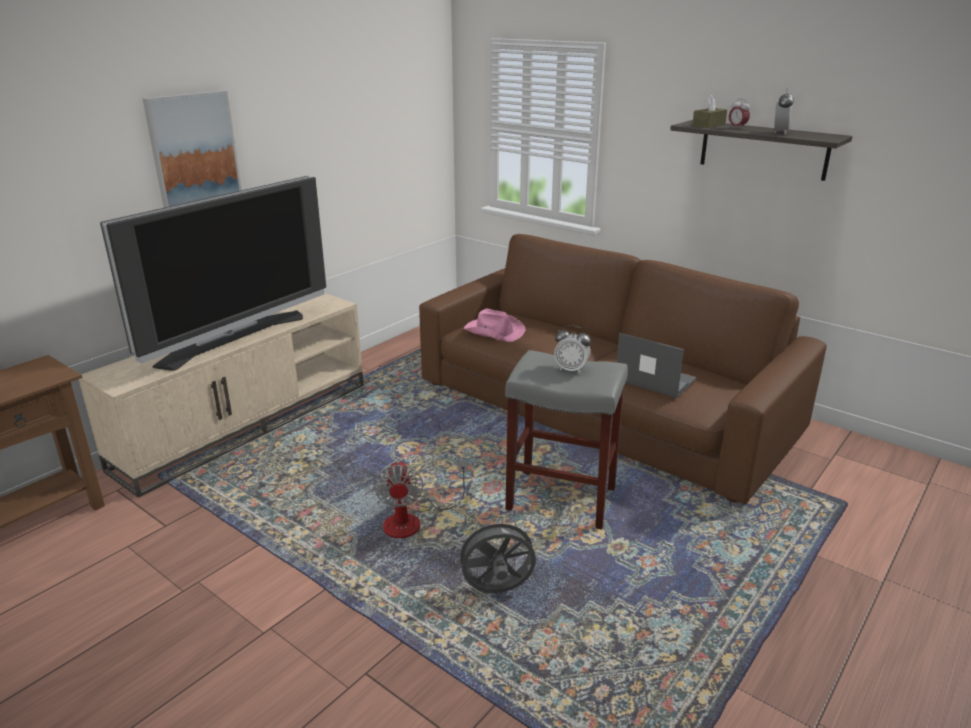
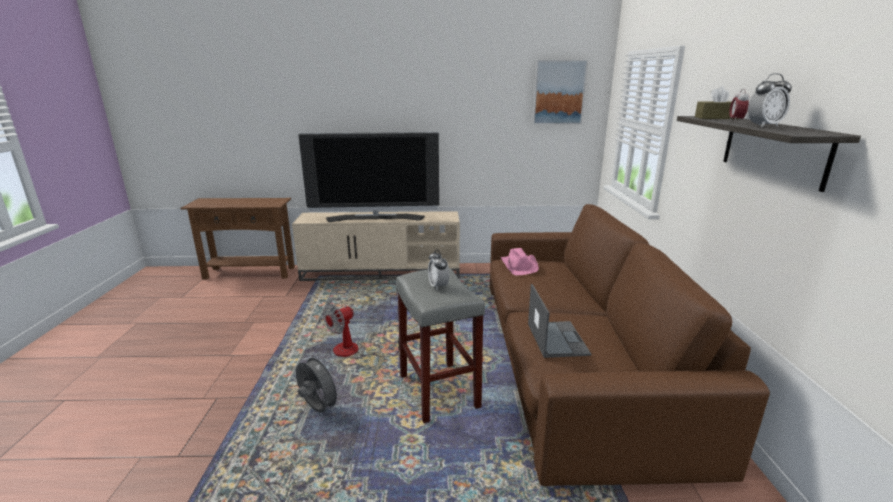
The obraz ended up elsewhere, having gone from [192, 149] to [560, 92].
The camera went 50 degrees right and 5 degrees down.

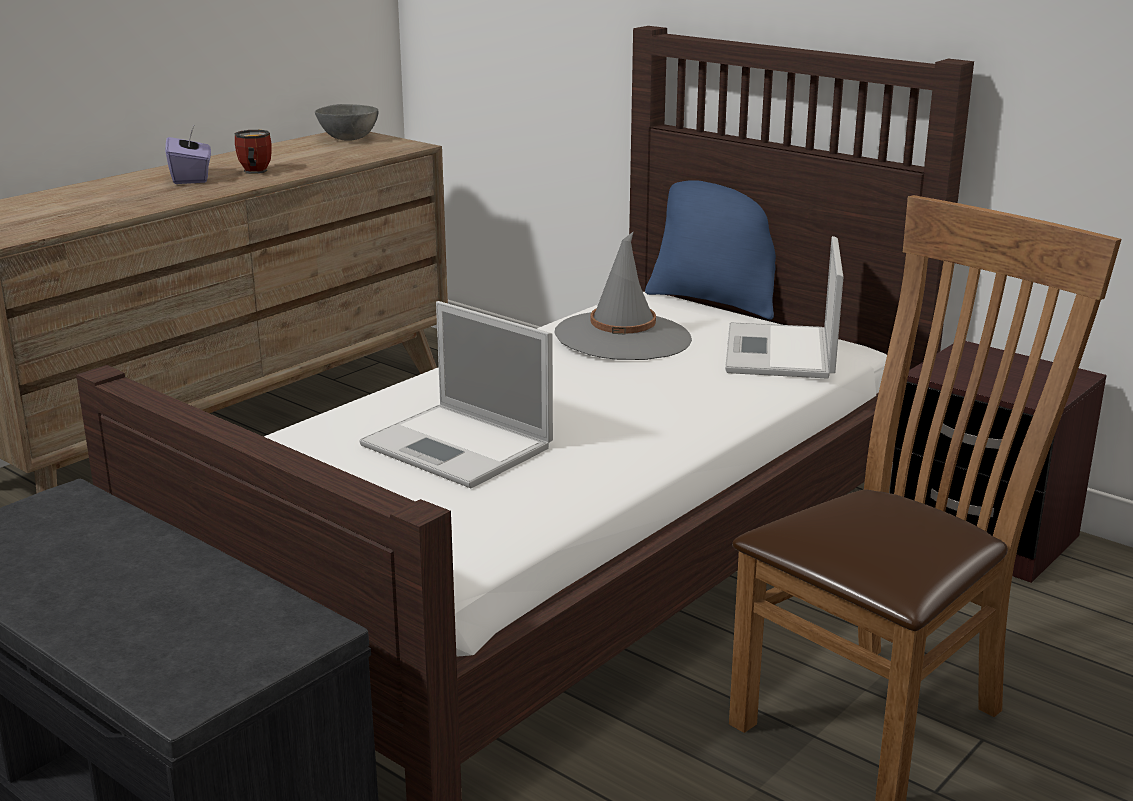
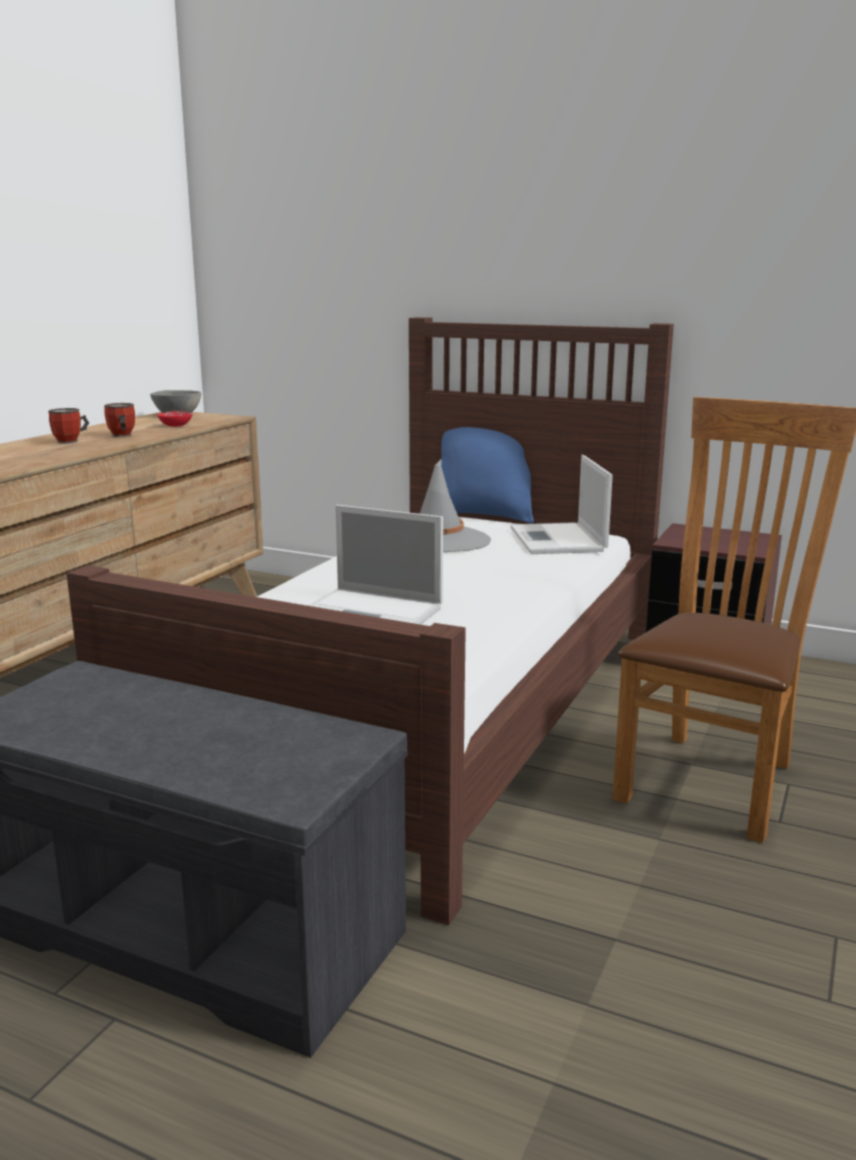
Where the pudełko chusteczek (fioletowy) stood at [188, 154], the kubek came to stand at [68, 426].
The second view gained the miska (czerwony) at [175, 419].
The camera went 15 degrees left and 5 degrees down.

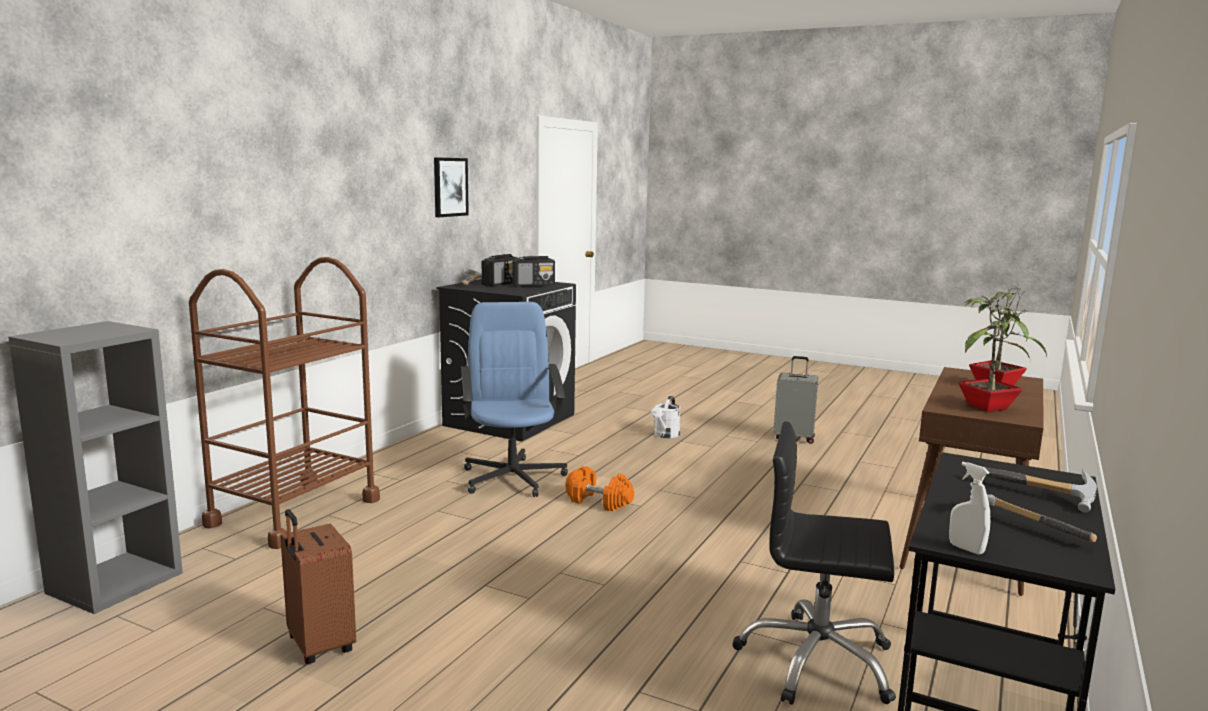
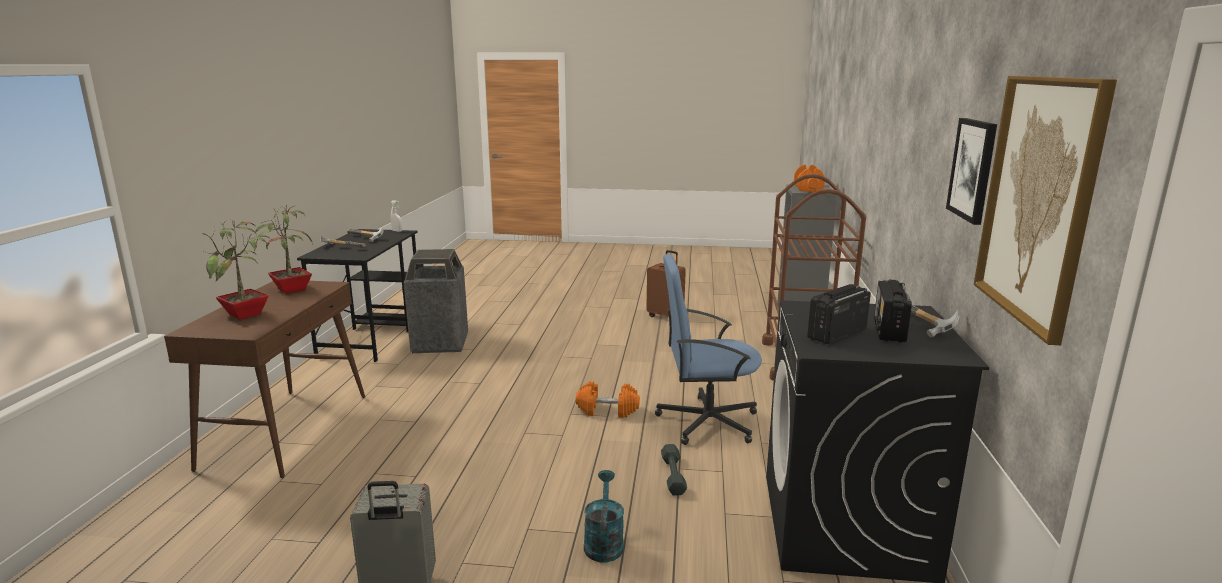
The krzesło biurowe (niebieski) at [514, 399] ended up facing another way, 120 degrees clockwise from before.
What was the konewka (biały) at [665, 417] turned into the konewka (turkusowy) at [604, 516].
Where the krzesło biurowe (czarny) stood at [814, 563], the kosz na śmieci came to stand at [436, 301].
The second view gained the obraz at [1045, 210].
The second view gained the hantel (pomarańczowy) at [809, 178].
The second view gained the hantel (szary) at [674, 469].
The camera went 160 degrees right and 5 degrees up.

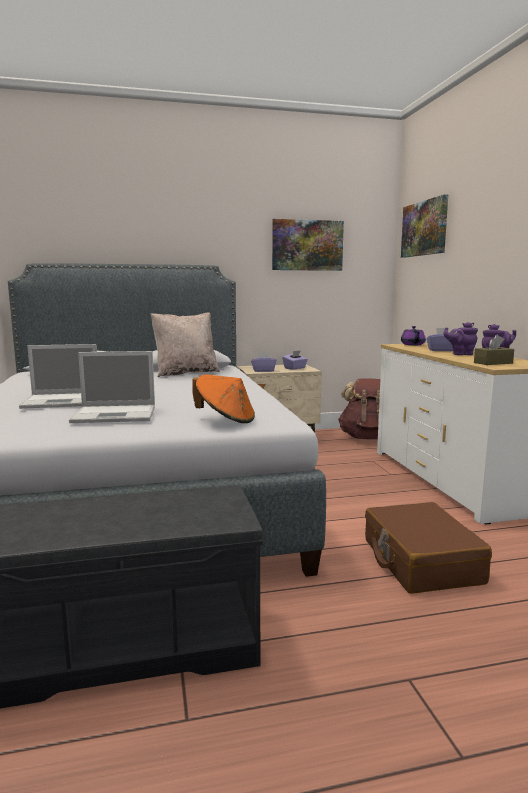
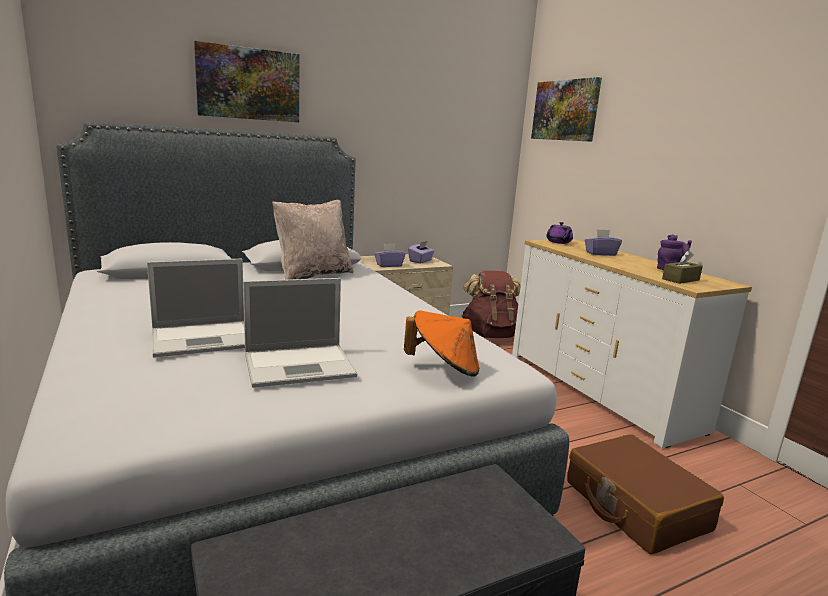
The obraz ended up elsewhere, having gone from [308, 245] to [246, 81].
The second view lost the imbryk (fioletowy) at [461, 338].
The camera went 15 degrees left and 5 degrees up.

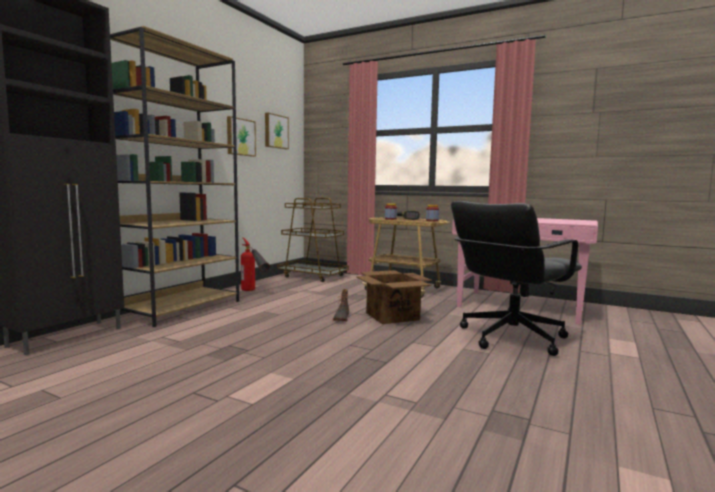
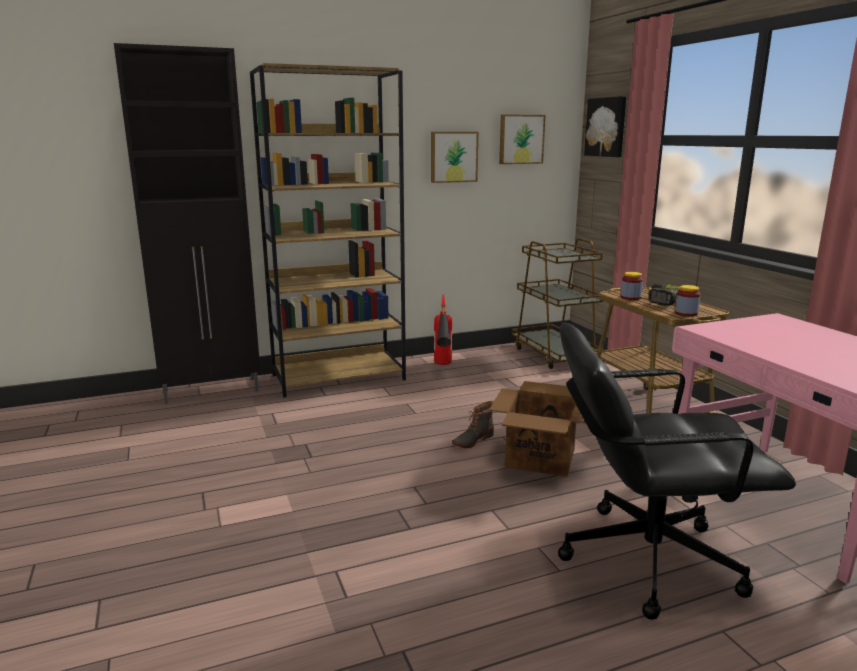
The second view gained the obraz at [605, 126].
The camera went 40 degrees right and 10 degrees up.

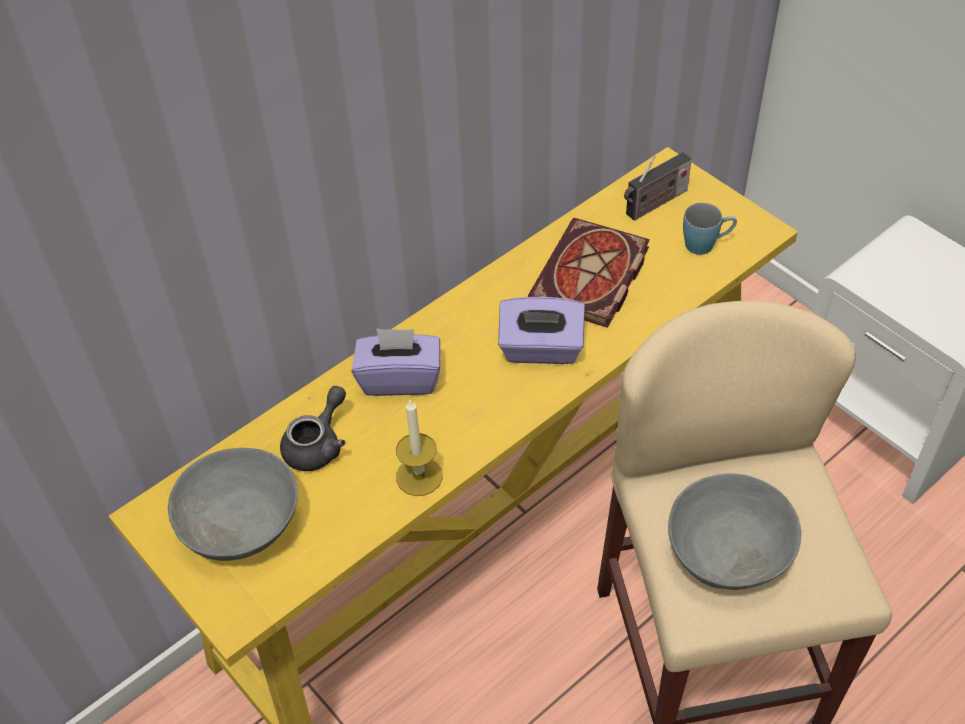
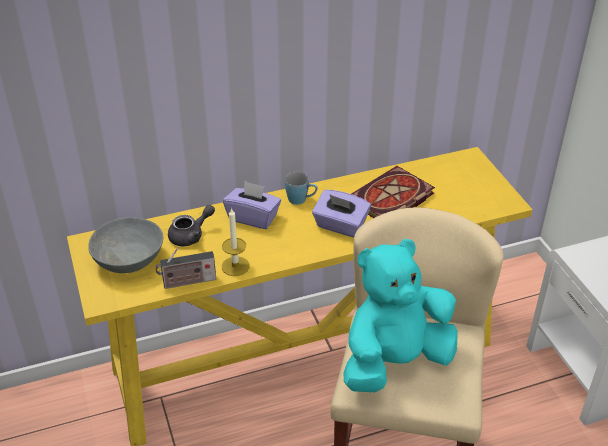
The radio ended up elsewhere, having gone from [658, 186] to [185, 268].
The kubek (niebieski) ended up elsewhere, having gone from [710, 229] to [301, 188].
Where the miska (szary) stood at [734, 531], the pluszak (turkusowy) came to stand at [401, 315].
The camera went 20 degrees right and 10 degrees down.

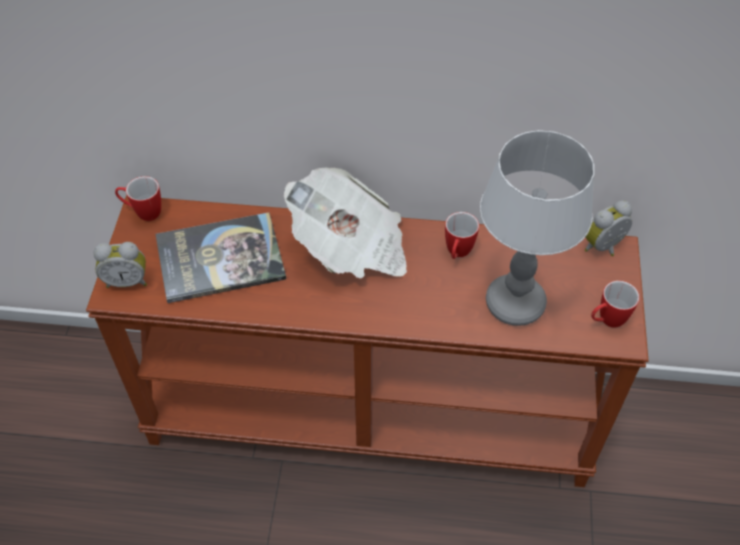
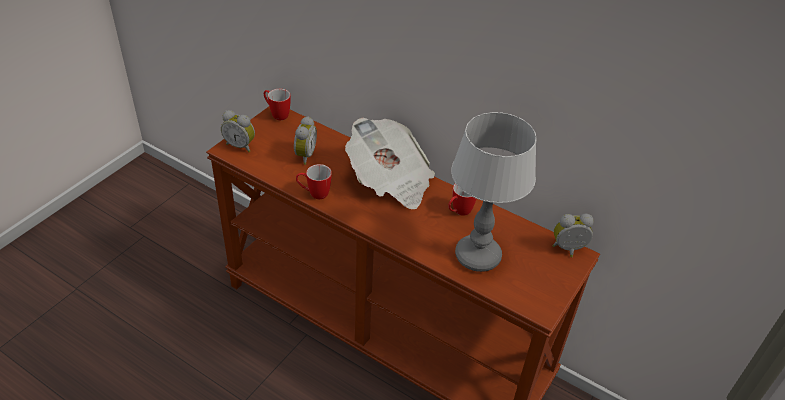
Where the książka stood at [220, 257], the budzik came to stand at [305, 140].
The kubek ended up elsewhere, having gone from [615, 304] to [314, 181].
The camera went 25 degrees right and 10 degrees down.

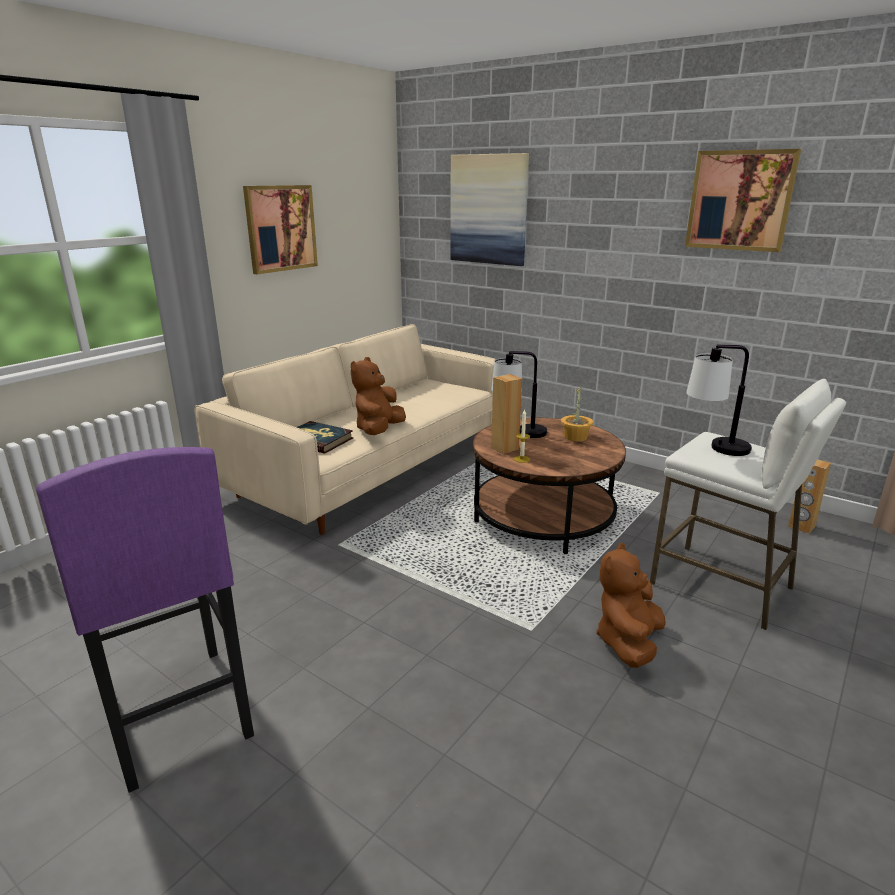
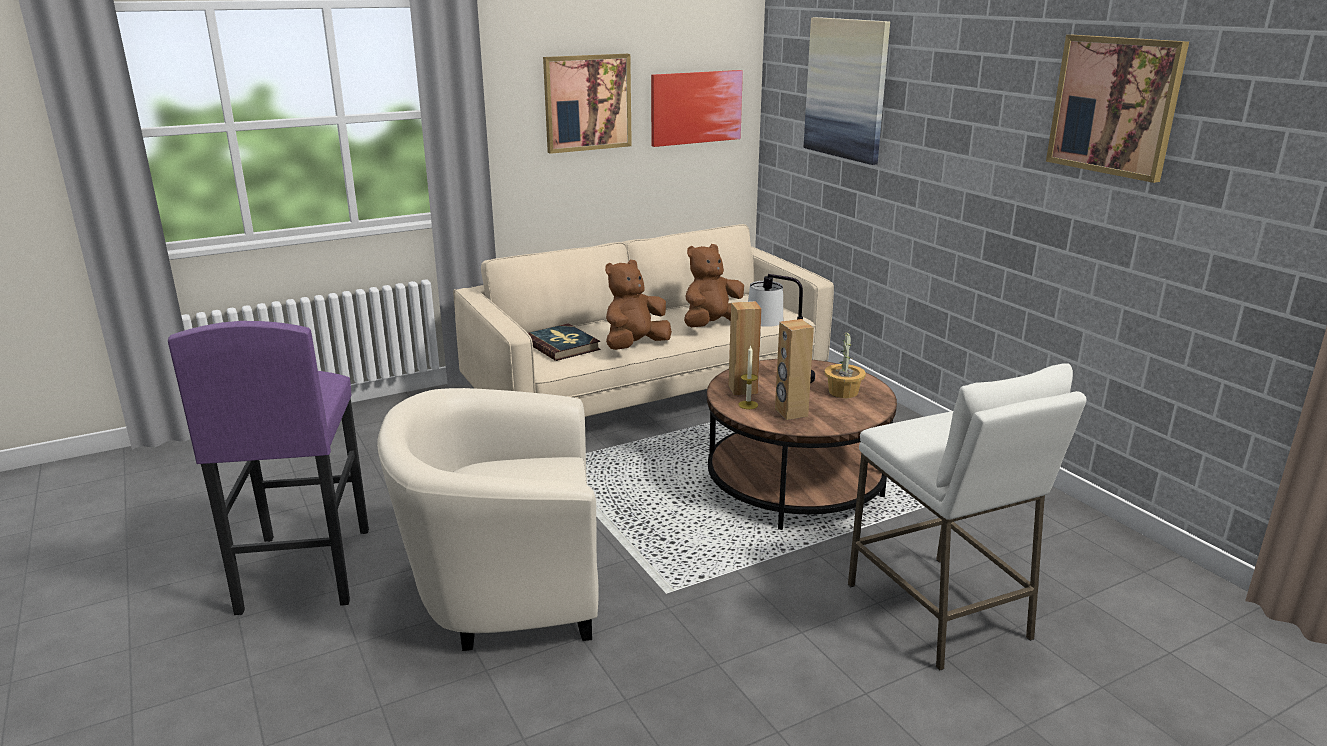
The second view lost the lampa stołowa at [719, 400].
The głośnik (brązowy) ended up elsewhere, having gone from [809, 496] to [794, 369].
The pluszak (brązowy) ended up elsewhere, having gone from [631, 605] to [714, 285].
The second view gained the obraz at [697, 108].
The second view gained the fotel (beżowy) at [488, 519].
The camera went 25 degrees right and 0 degrees up.

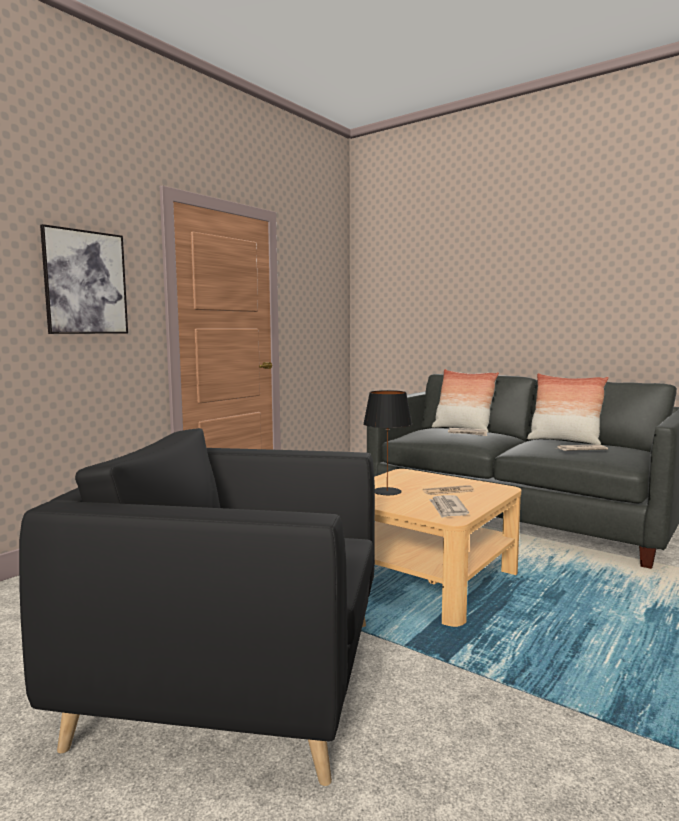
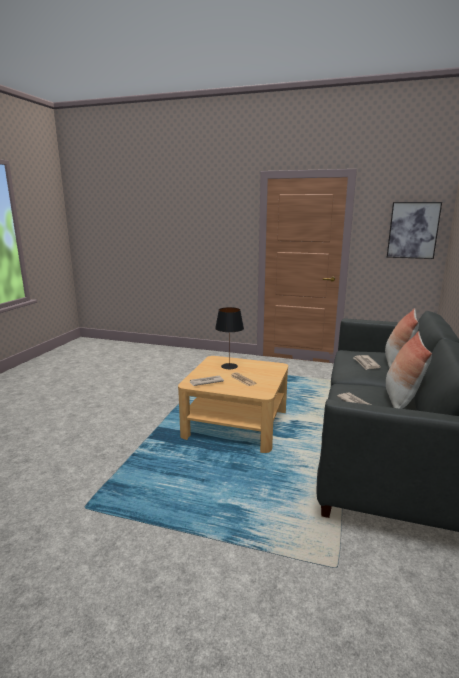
The obraz ended up elsewhere, having gone from [84, 279] to [414, 230].
The second view lost the fotel (czarny) at [197, 607].
The camera went 70 degrees right and 10 degrees up.

